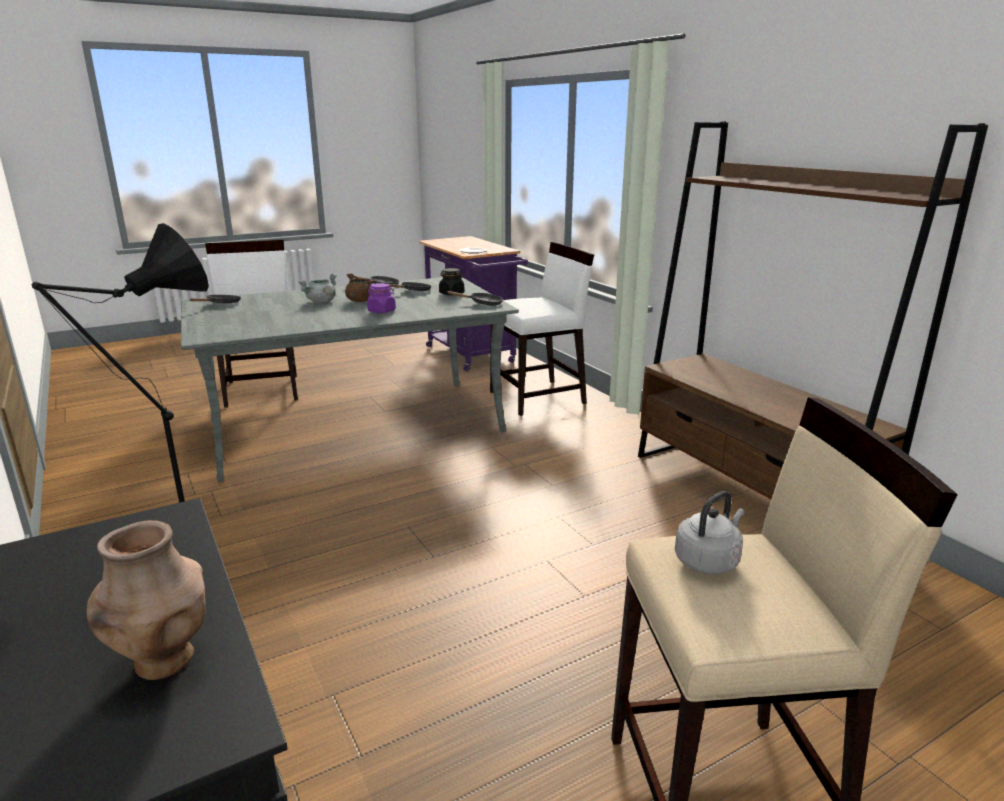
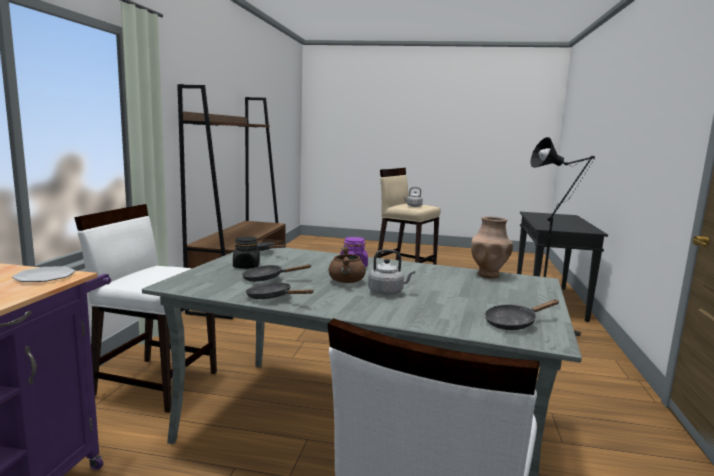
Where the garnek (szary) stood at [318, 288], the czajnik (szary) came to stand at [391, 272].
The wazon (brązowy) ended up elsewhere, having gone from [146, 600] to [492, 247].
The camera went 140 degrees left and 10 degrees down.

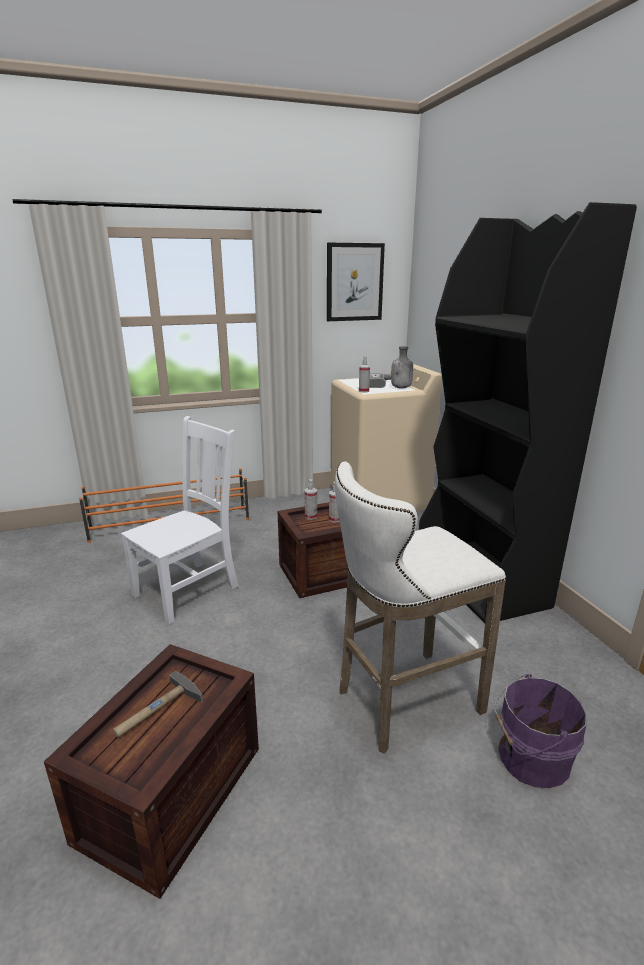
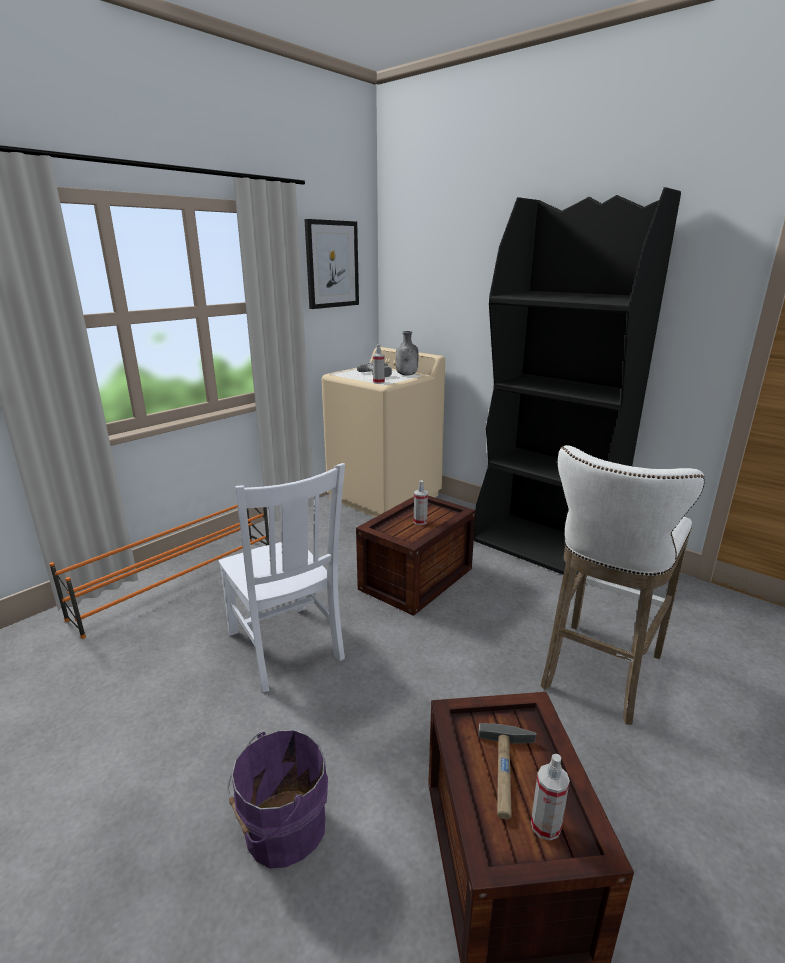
The krzesło (biały) at [180, 520] ended up facing another way, 135 degrees clockwise from before.
The spryskiwacz ended up elsewhere, having gone from [311, 499] to [550, 797].
The wiadro (fioletowy) ended up elsewhere, having gone from [540, 731] to [277, 799].
The camera went 30 degrees left and 0 degrees up.

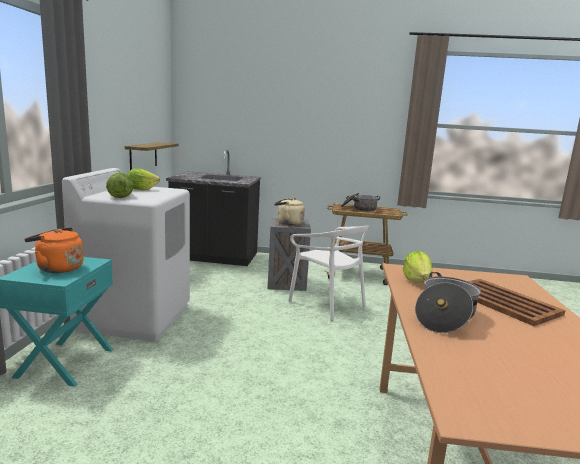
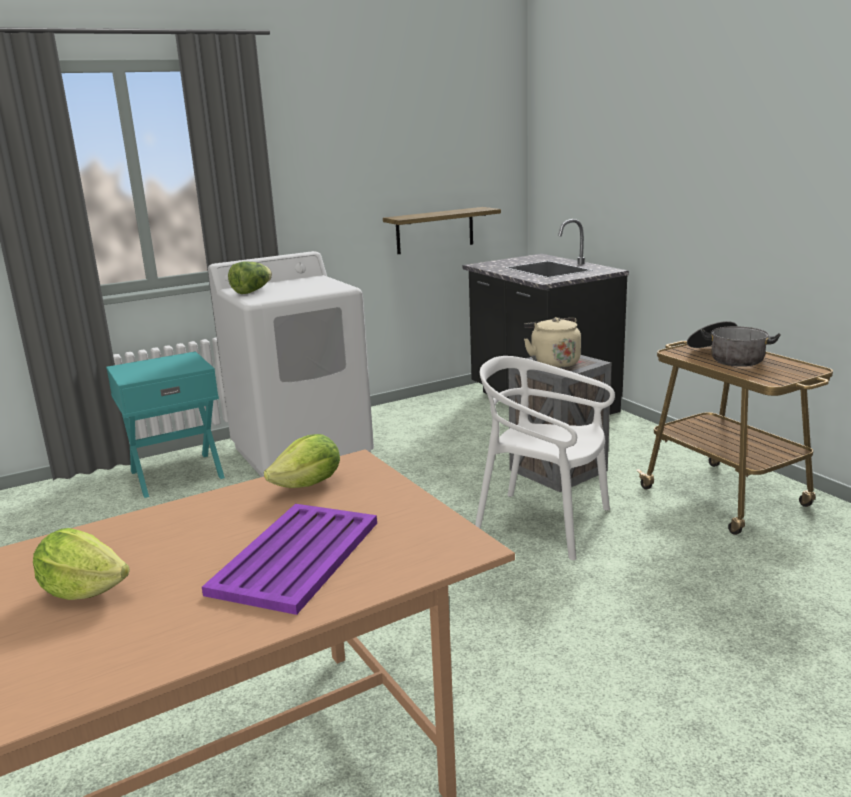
The sałata ended up elsewhere, having gone from [143, 179] to [81, 564].
The krzesło (biały) at [328, 273] ended up facing another way, 105 degrees clockwise from before.
The second view lost the czajnik (pomarańczowy) at [54, 250].
The second view lost the garnek at [448, 302].
What was the taca (brązowy) at [517, 302] turned into the taca (fioletowy) at [289, 559].
The camera went 55 degrees right and 5 degrees up.

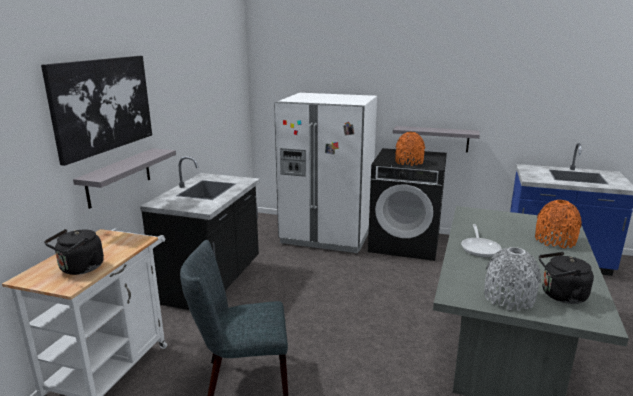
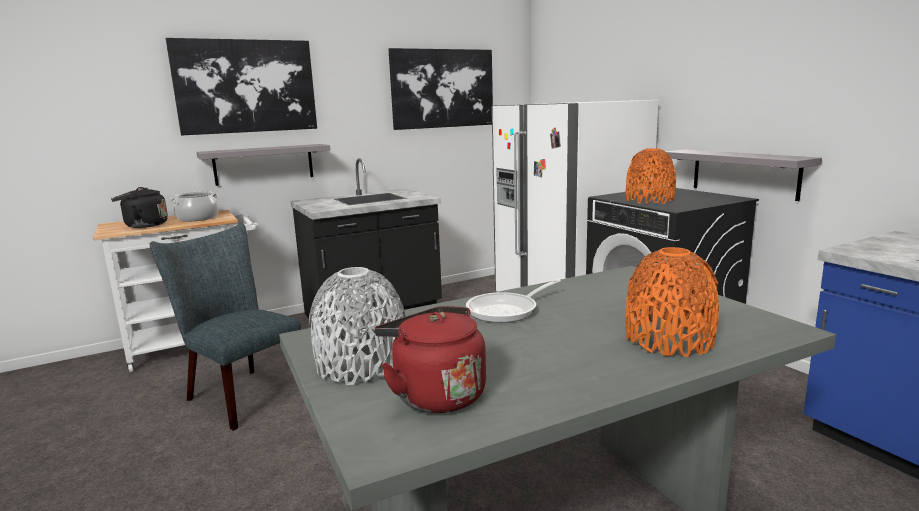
What was the czajnik (czarny) at [566, 278] turned into the czajnik (czerwony) at [430, 359].
The second view gained the obraz at [440, 89].
The second view gained the garnek at [194, 206].
The camera went 45 degrees right and 5 degrees down.

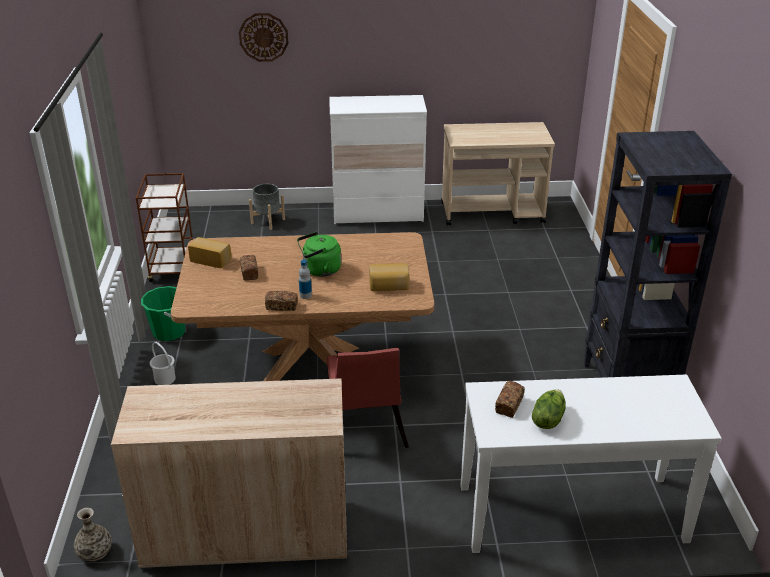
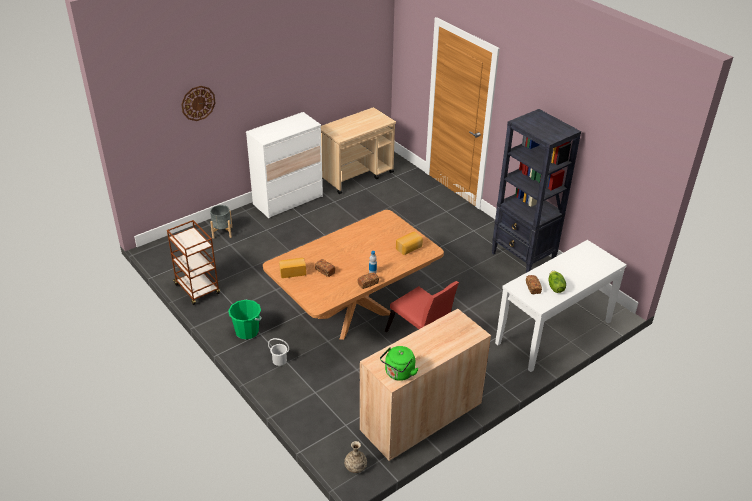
The czajnik (zielony) ended up elsewhere, having gone from [319, 254] to [399, 363].
The camera went 35 degrees left and 5 degrees up.

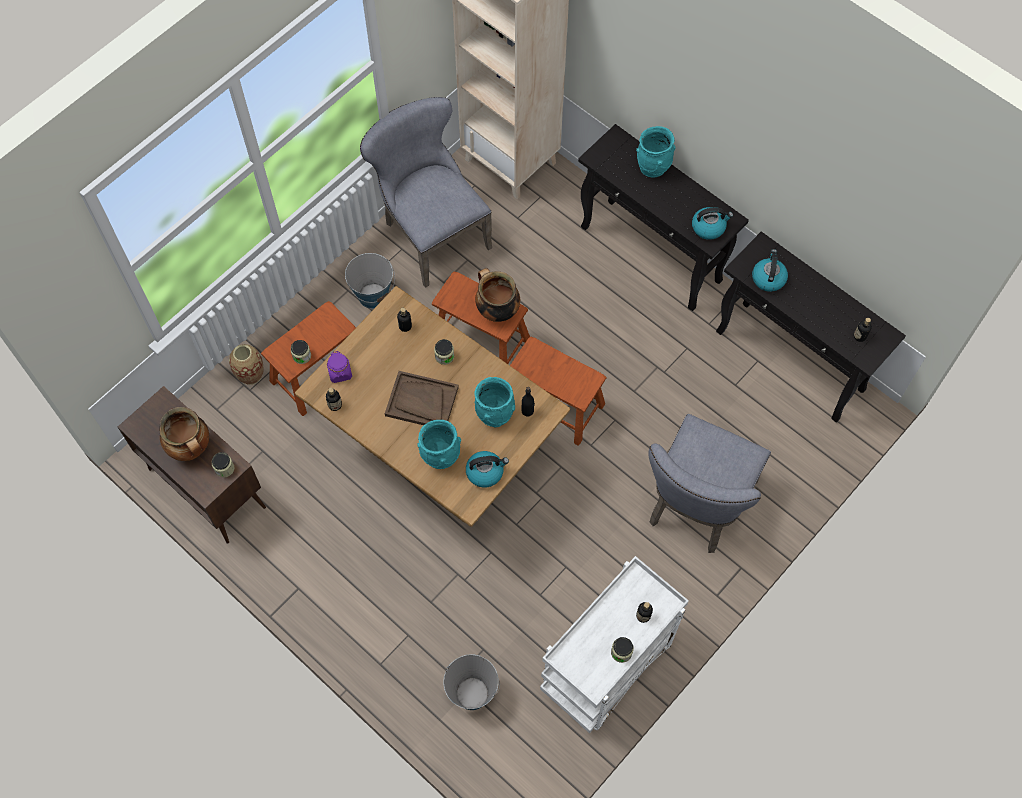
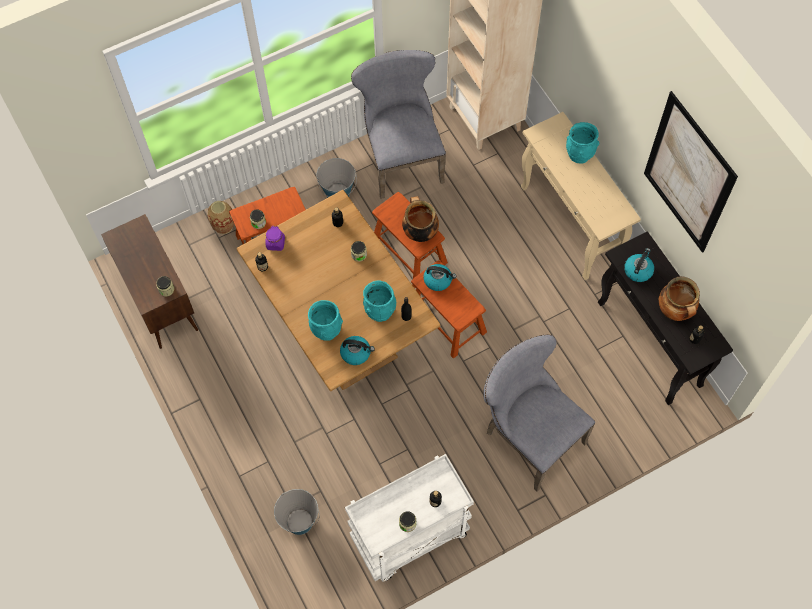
What was the stolik konsolowy (czarny) at [663, 217] turned into the stolik konsolowy (beżowy) at [581, 196].
The czajnik ended up elsewhere, having gone from [712, 223] to [439, 277].
The second view lost the taca (brązowy) at [422, 398].
The garnek ended up elsewhere, having gone from [184, 434] to [679, 298].
The krzesło (szary) at [710, 483] ended up facing another way, 90 degrees clockwise from before.
The second view gained the obraz at [691, 172].
The camera went 20 degrees right and 0 degrees up.

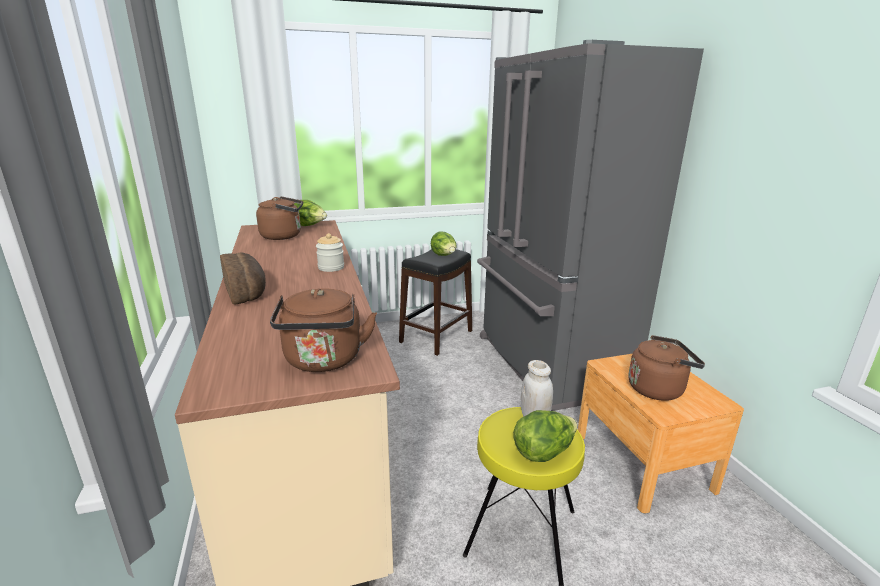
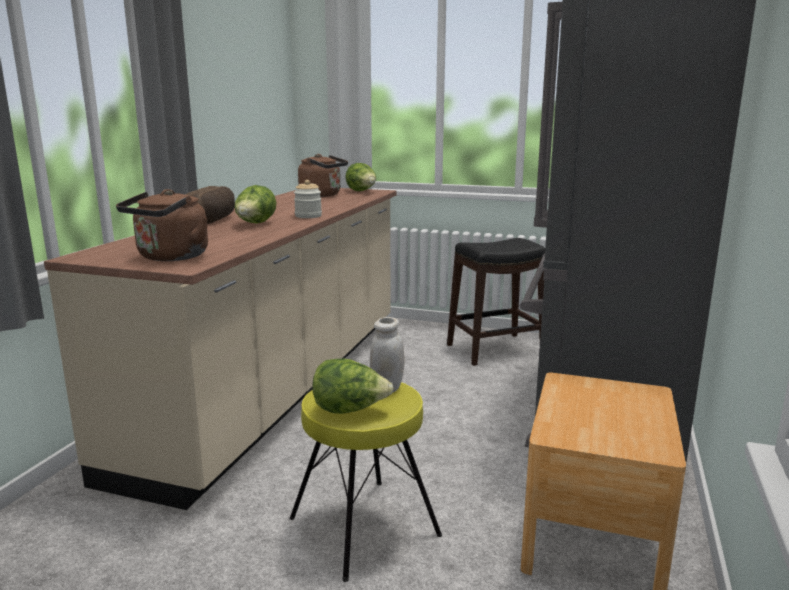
The sałata ended up elsewhere, having gone from [444, 243] to [255, 204].
The second view lost the czajnik (brązowy) at [666, 368].
The camera went 35 degrees right and 5 degrees down.

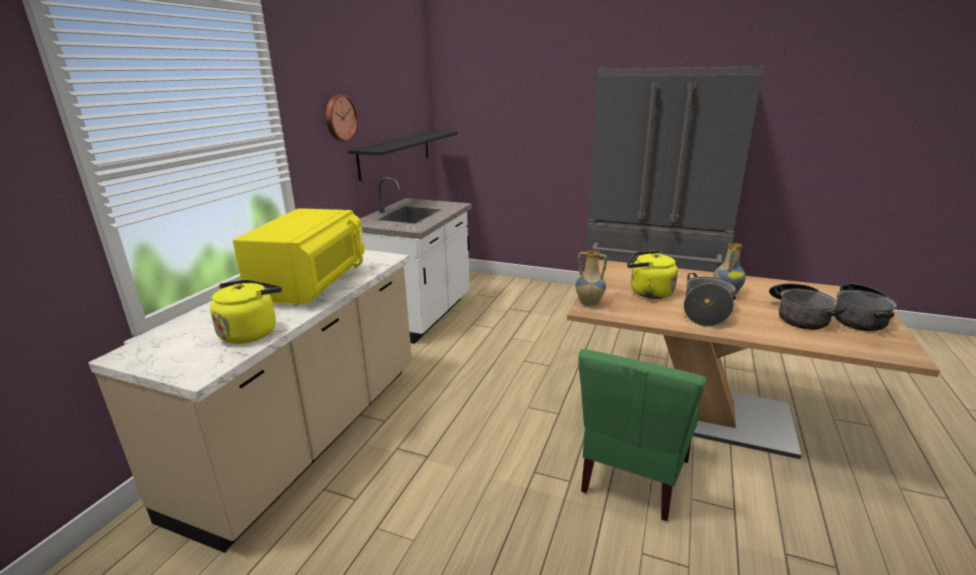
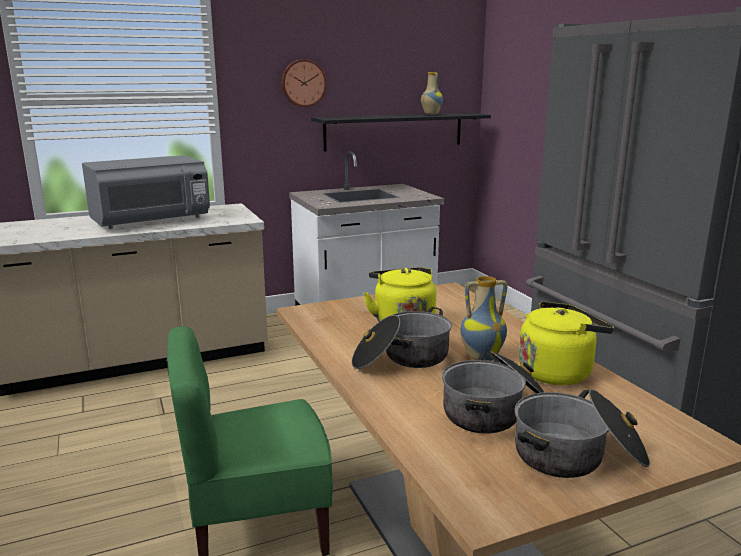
What was the mikrofalówka (żółty) at [299, 256] turned into the mikrofalówka (szary) at [146, 192].
The wazon ended up elsewhere, having gone from [591, 278] to [432, 93].
The czajnik (żółty) ended up elsewhere, having gone from [246, 312] to [566, 343].
The camera went 45 degrees right and 5 degrees down.

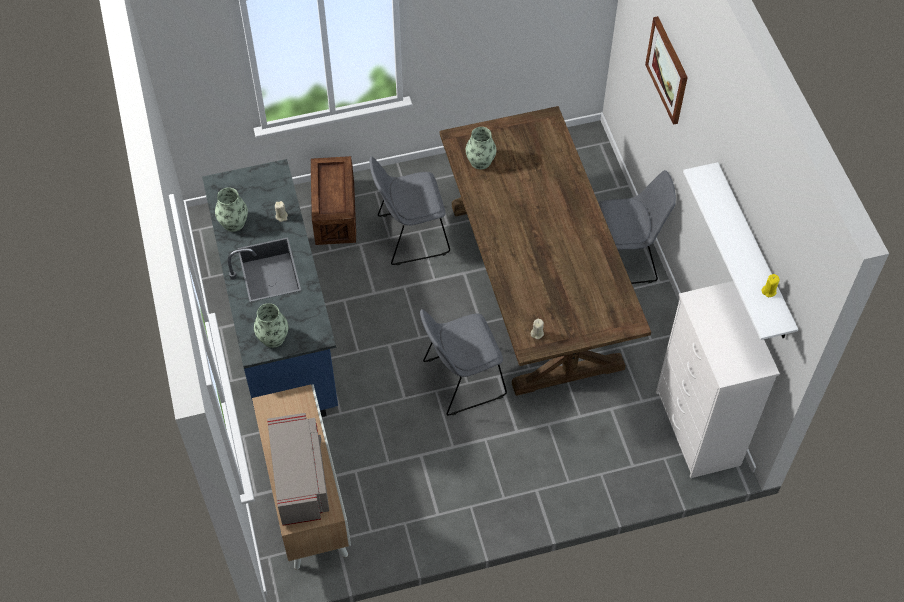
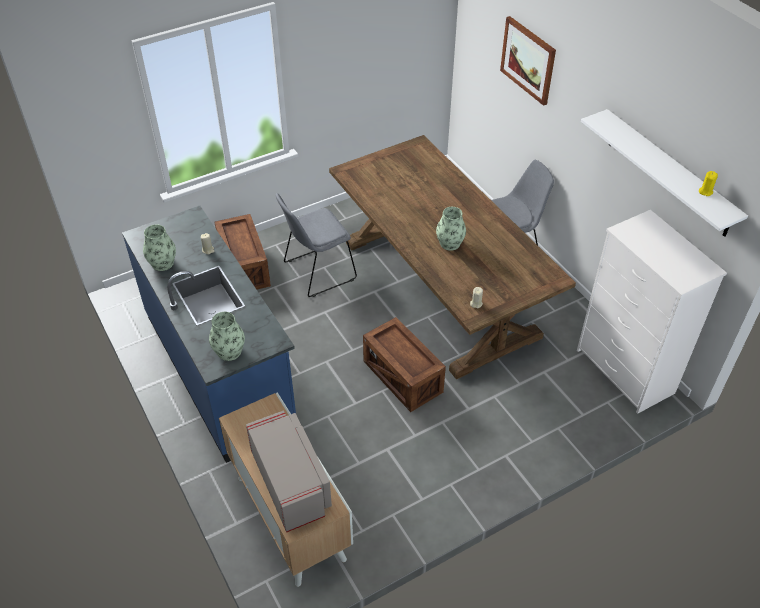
The wazon ended up elsewhere, having gone from [481, 148] to [451, 229].
Where the krzesło (szary) stood at [463, 362], the skrzynka came to stand at [404, 364].
The camera went 15 degrees left and 10 degrees down.

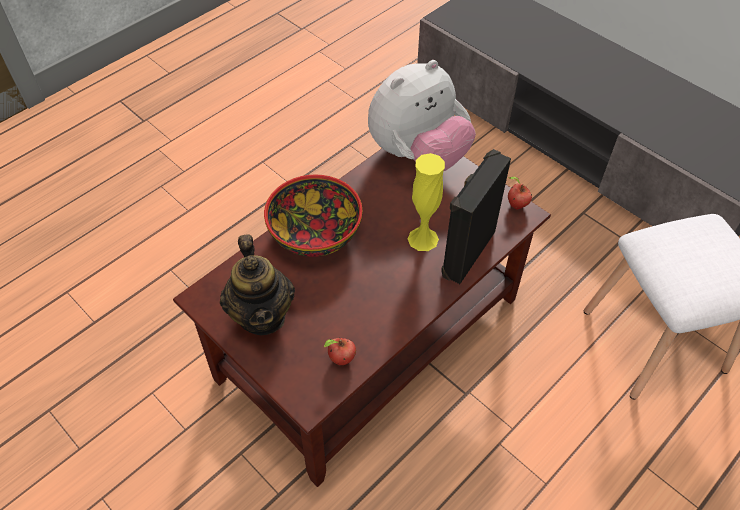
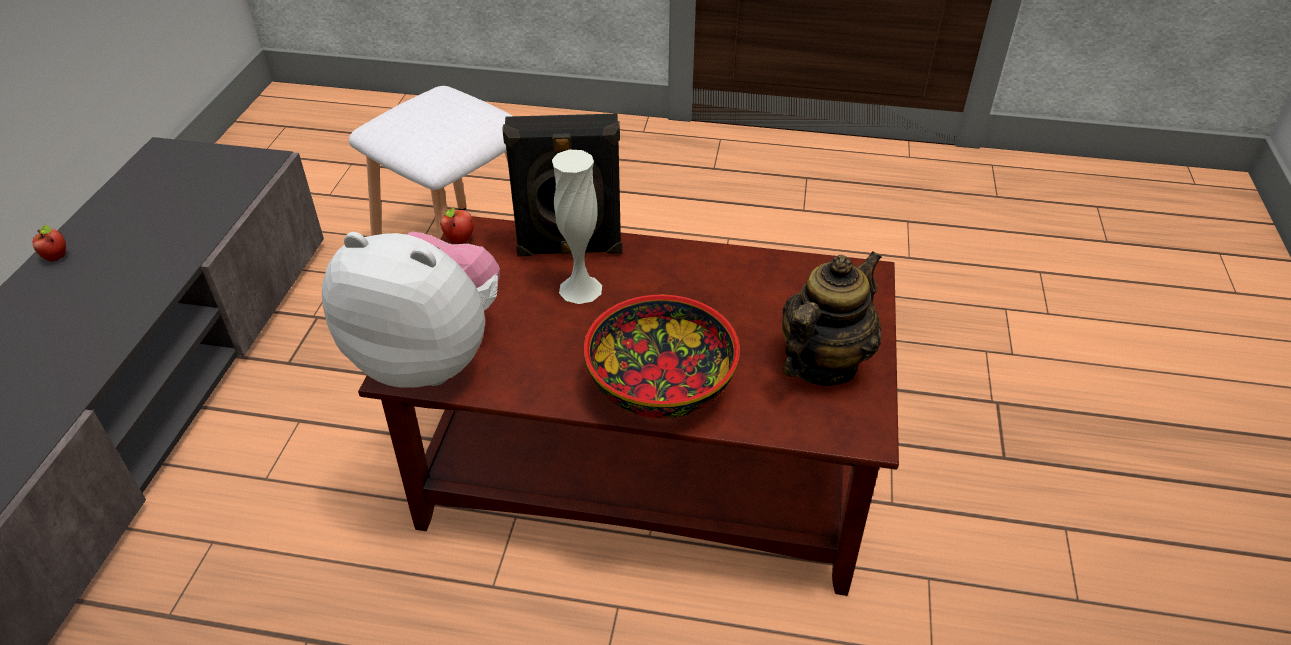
What was the wazon (żółty) at [426, 202] turned into the wazon (biały) at [577, 227].
The jabłko ended up elsewhere, having gone from [340, 351] to [49, 243].
The camera went 125 degrees left and 10 degrees down.

